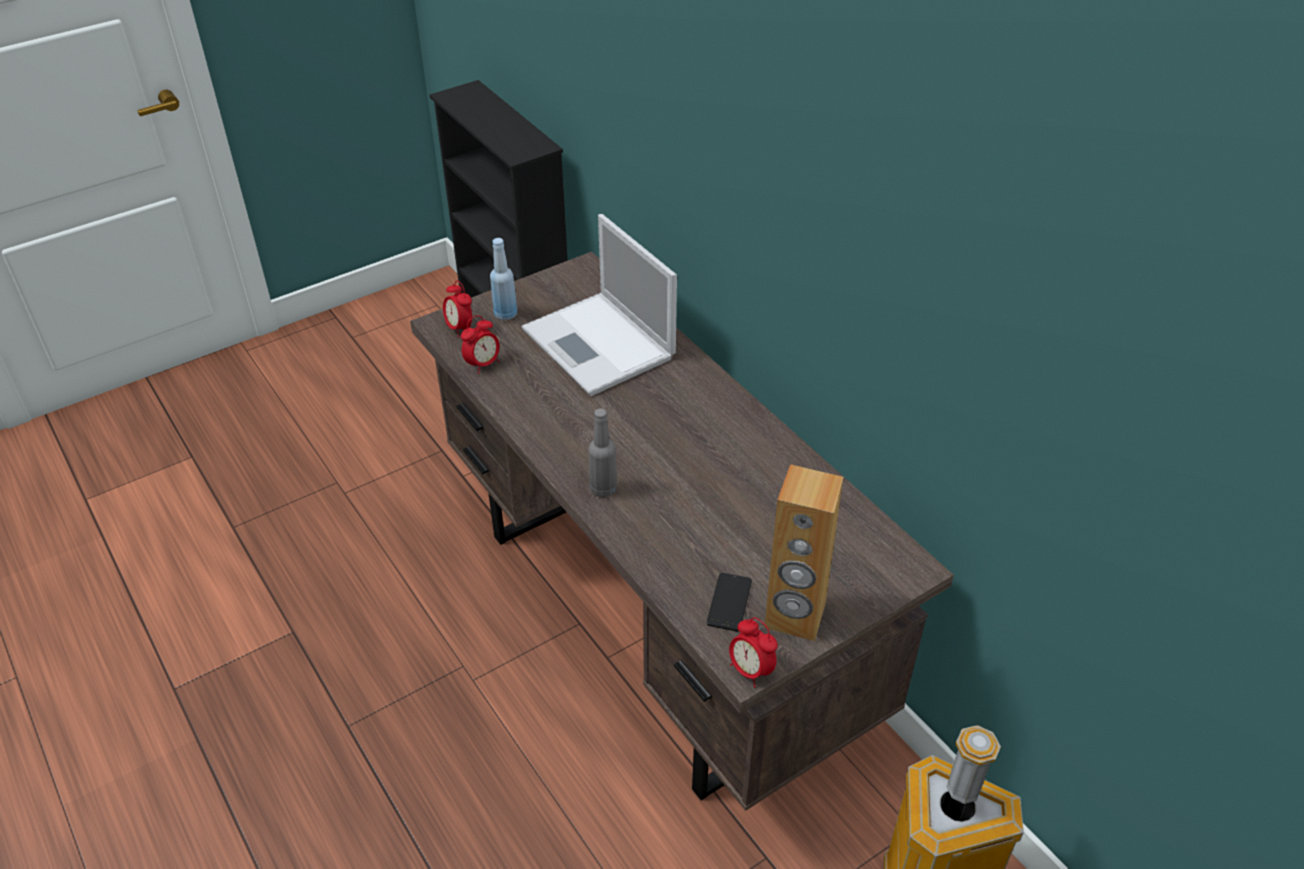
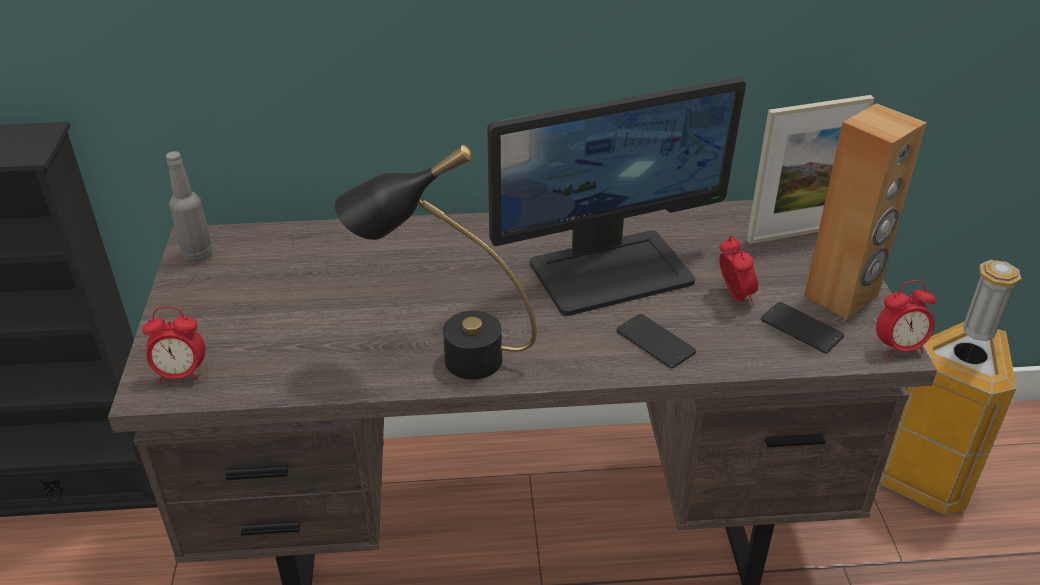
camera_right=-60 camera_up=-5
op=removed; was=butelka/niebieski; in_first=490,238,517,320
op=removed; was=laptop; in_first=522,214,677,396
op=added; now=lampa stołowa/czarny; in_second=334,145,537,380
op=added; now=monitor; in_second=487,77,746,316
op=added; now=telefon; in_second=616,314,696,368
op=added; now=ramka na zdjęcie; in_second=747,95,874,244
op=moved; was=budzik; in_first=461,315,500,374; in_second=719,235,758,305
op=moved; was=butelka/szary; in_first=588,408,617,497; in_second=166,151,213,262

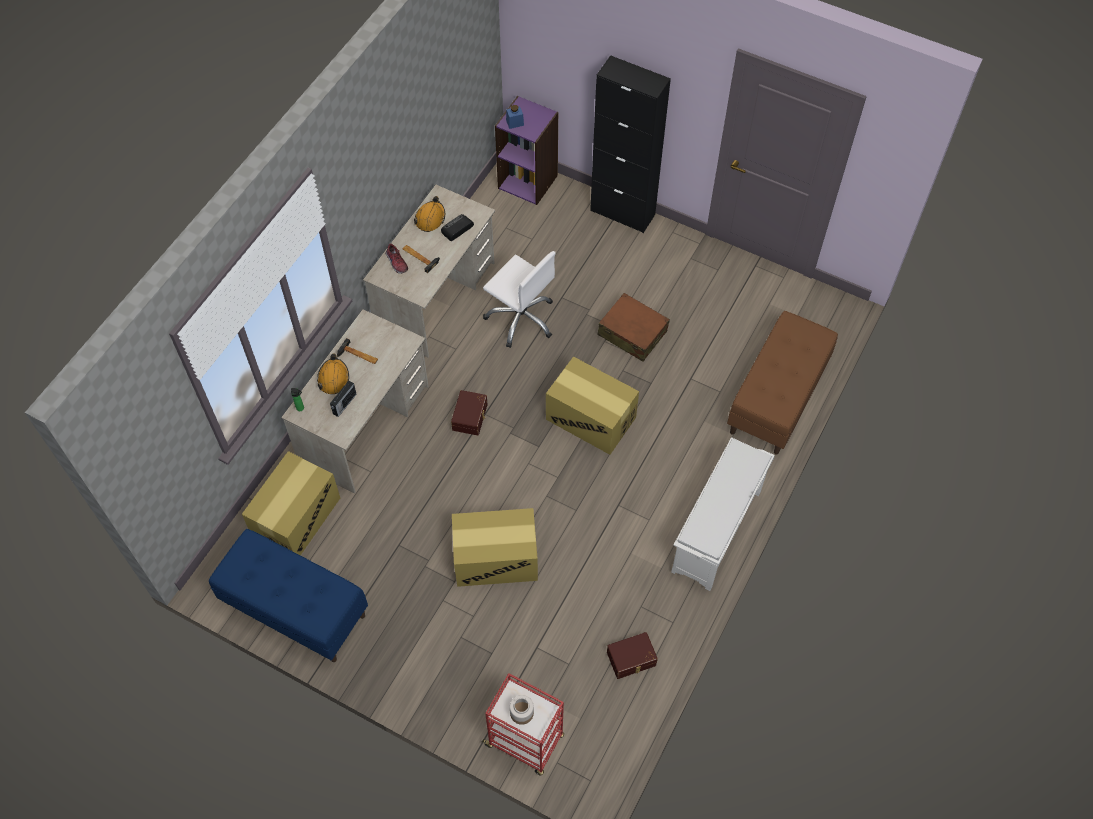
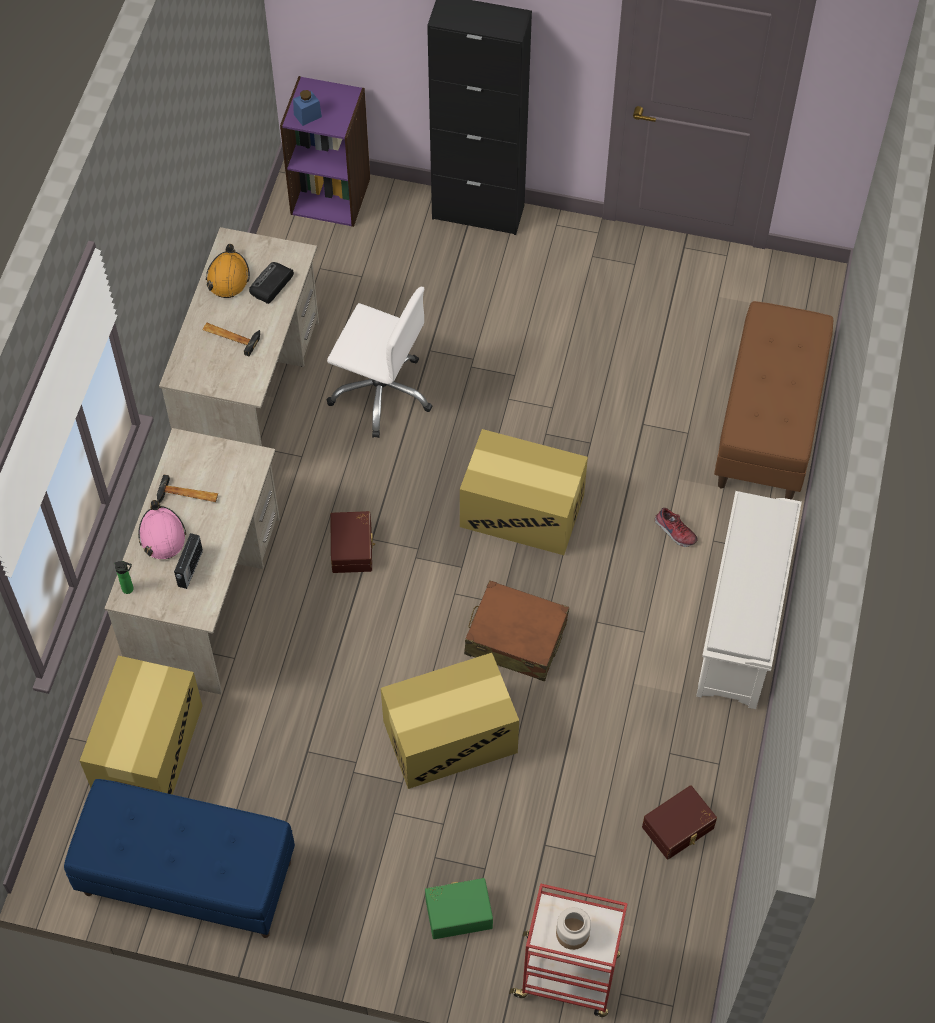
camera_right=-15 camera_up=0
op=added; now=pojemnik do przechowywania/zielony; in_second=425,878,493,939
op=moved; was=but; in_first=385,243,408,274; in_second=655,508,698,547
op=moved; was=walizka/brązowy; in_first=598,293,670,362; in_second=464,580,569,681
op=recoloured; was=kask/pomarańczowy; now=kask/różowy; in_first=317,353,349,394; in_second=138,500,186,559

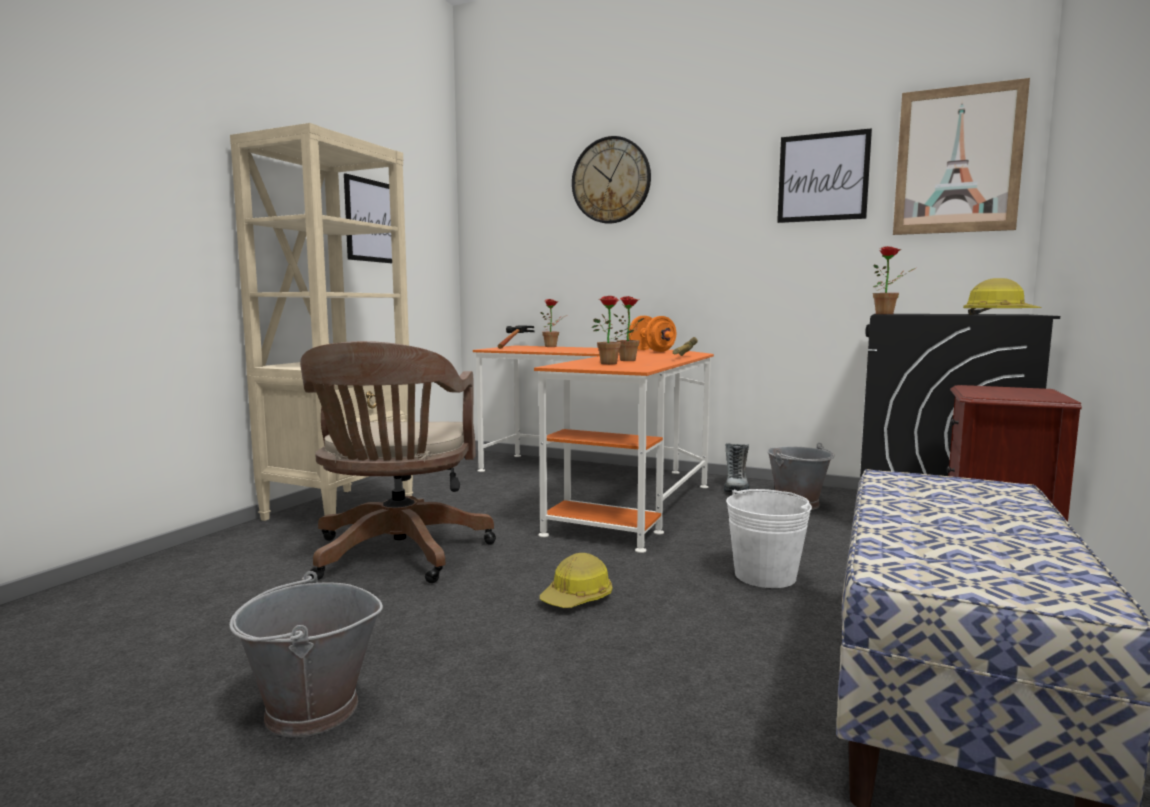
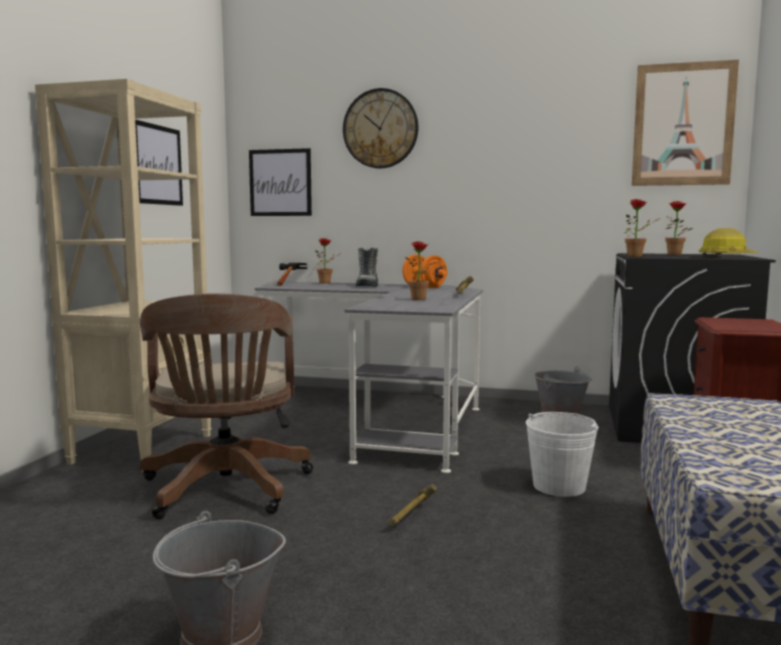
camera_right=-10 camera_up=0
op=moved; was=roślina doniczkowa; in_first=592,296,634,364; in_second=665,201,693,255
op=moved; was=but z cholewką; in_first=724,444,750,493; in_second=356,248,378,287
op=moved; was=obraz; in_first=777,128,872,223; in_second=249,148,312,216
op=replaced; was=kask; now=młotek; in_first=540,553,613,608; in_second=388,484,437,526
op=recoloured; was=biurko/pomarańczowy; now=biurko/szary; in_first=473,346,714,553; in_second=255,282,483,473

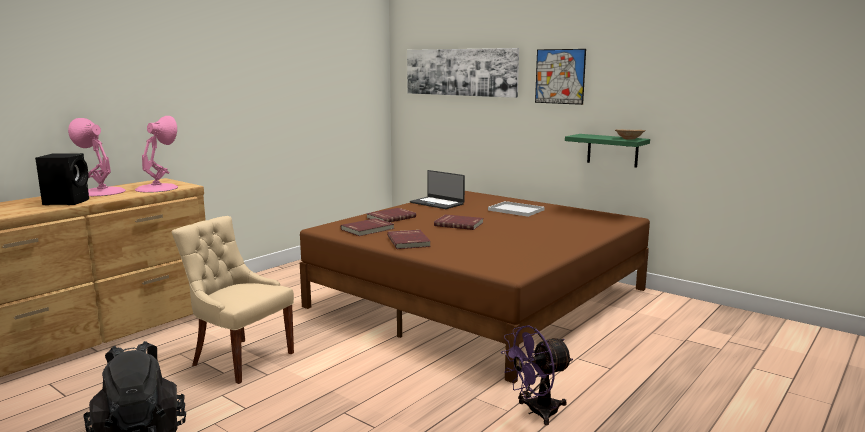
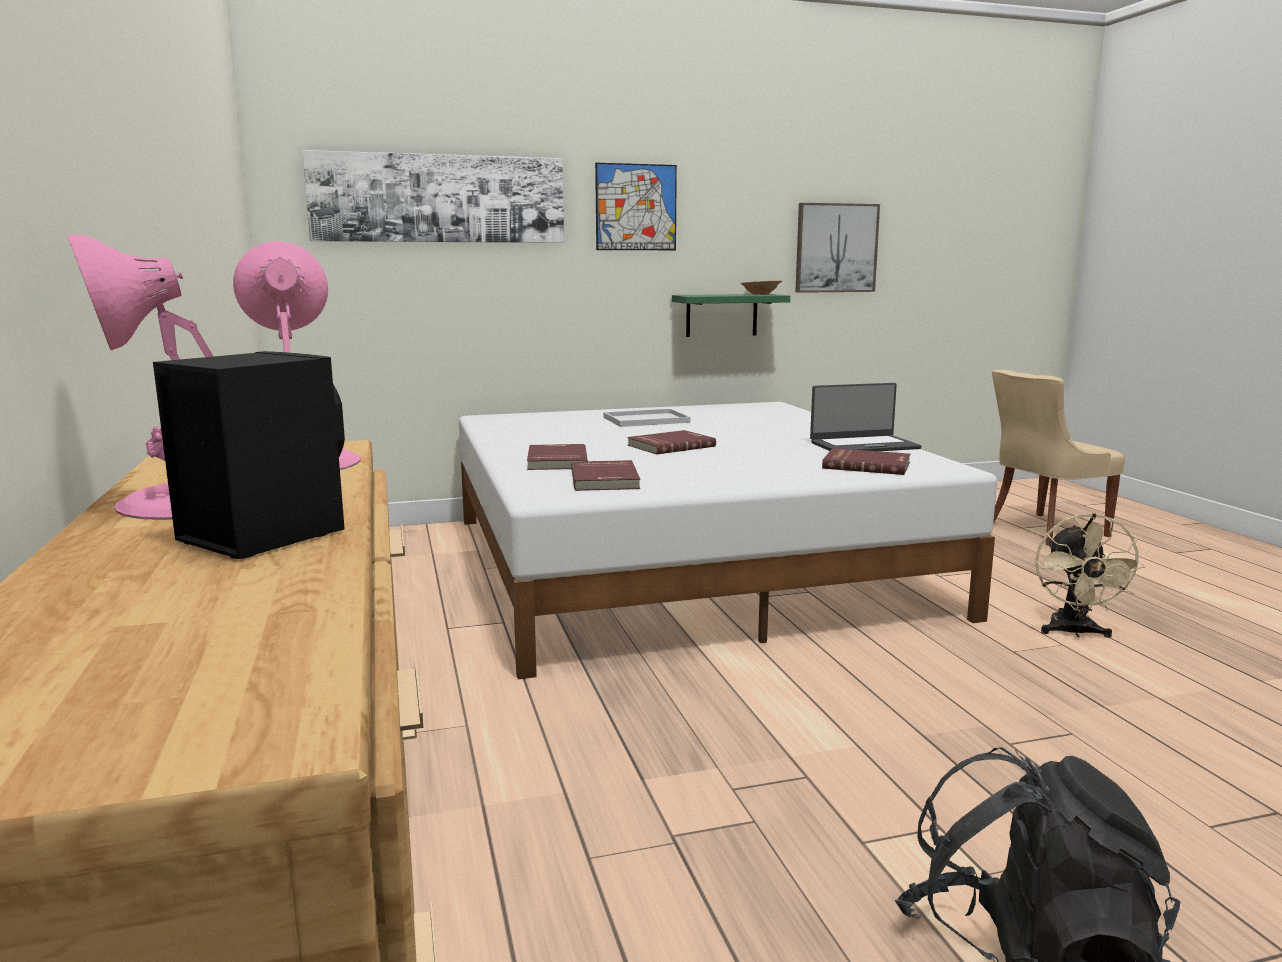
camera_right=-55 camera_up=0
op=added; now=obraz; in_second=795,203,880,293
op=moved; was=krzesło/beżowy; in_first=172,216,294,384; in_second=992,370,1125,545
op=moved; was=książka/czerwony; in_first=387,230,431,249; in_second=822,448,910,475
op=moved; was=laptop; in_first=410,170,465,209; in_second=810,383,921,451
op=recoloured; was=łóżko/brązowy; now=łóżko/biały; in_first=300,191,650,383; in_second=459,402,997,679
op=recoloured; was=wentylator/fioletowy; now=wentylator/beżowy; in_first=501,325,573,425; in_second=1036,513,1146,638

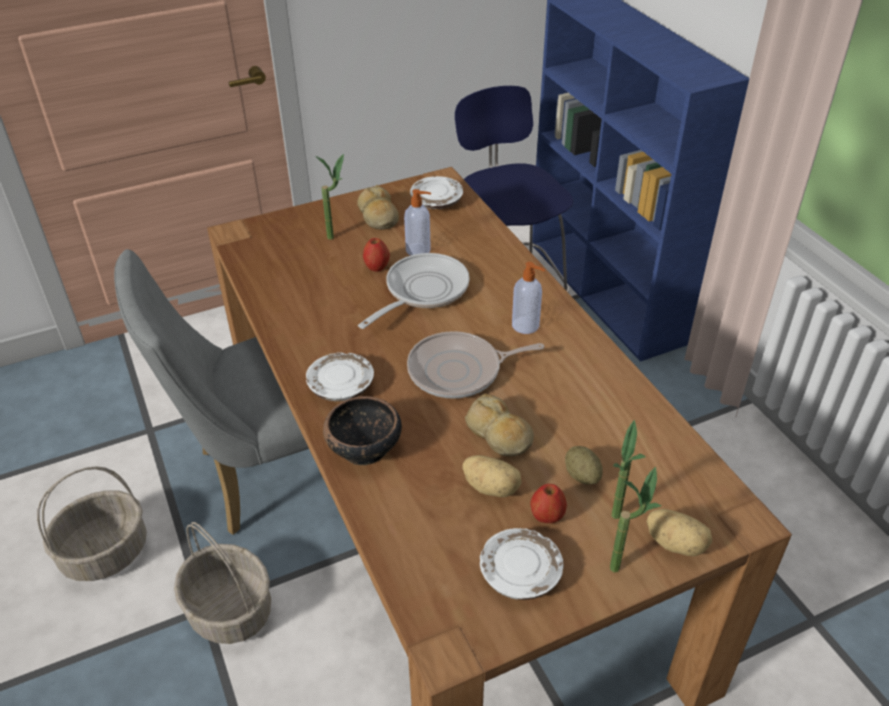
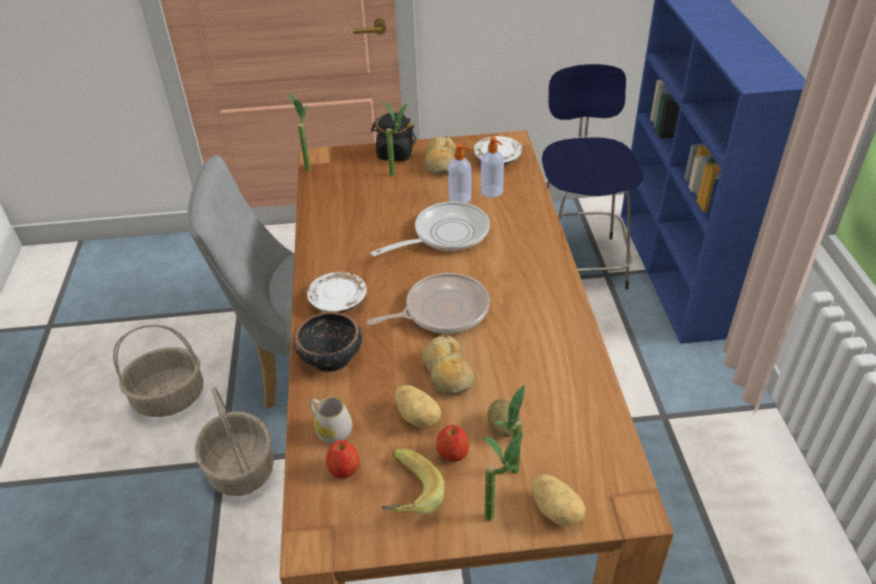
camera_right=20 camera_up=0
op=added; now=roślina doniczkowa; in_second=288,93,311,171
op=added; now=kubek/biały; in_second=310,397,352,443
op=added; now=słoik/czarny; in_second=371,113,416,161
op=moved; was=jabłko; in_first=363,238,390,271; in_second=326,440,360,479
op=moved; was=dozownik mydła; in_first=512,262,545,334; in_second=481,137,504,198
op=replaced; was=talerz/biały; now=banan; in_first=480,528,564,600; in_second=381,449,445,514
op=turned; was=patelnia; in_first=407,331,544,399; in_second=367,273,490,334; clockwise=150

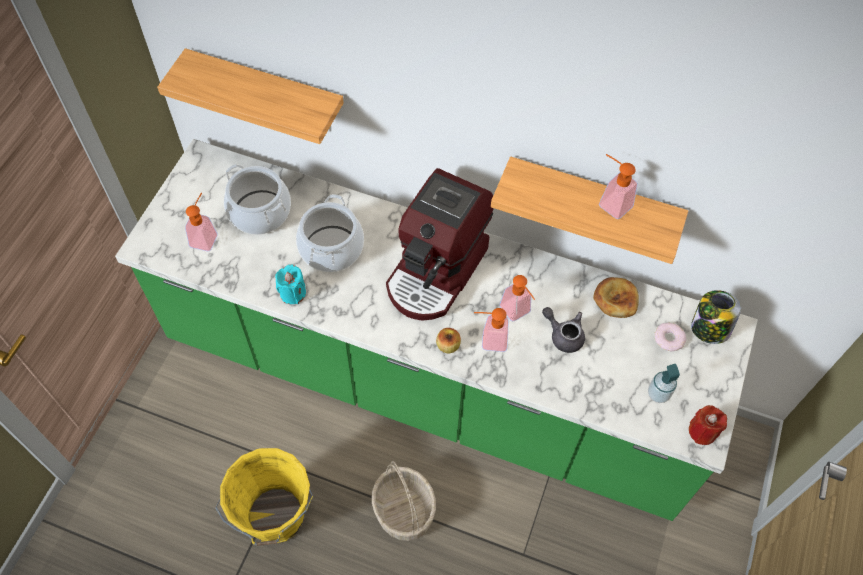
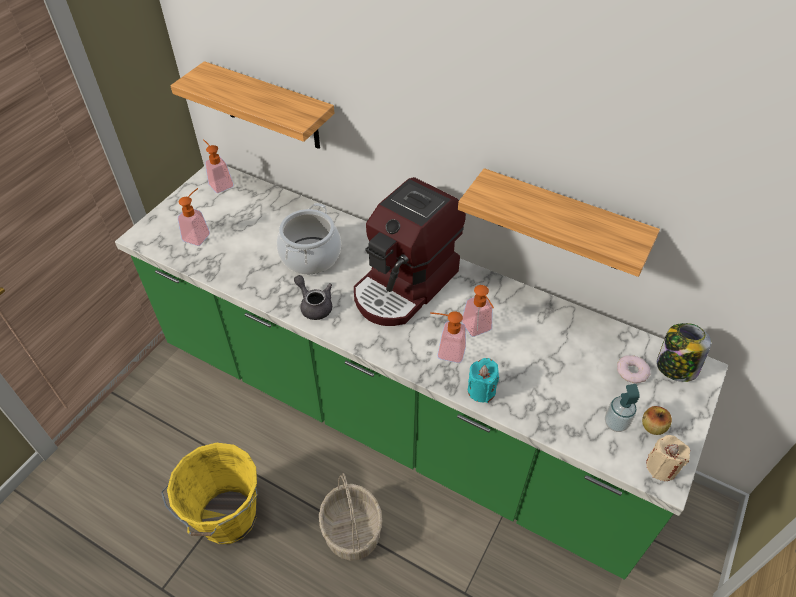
camera_right=10 camera_up=-10
op=removed; was=garnek; in_first=224,164,291,235
op=removed; was=chleb; in_first=593,277,639,318
op=moved; was=świeca/turkusowy; in_first=275,264,306,304; in_second=468,358,499,403
op=moved; was=jabłko; in_first=436,328,461,353; in_second=642,406,672,435
op=moved; was=imbryk/szary; in_first=542,307,585,353; in_second=294,275,332,320
op=moved; was=dozownik mydła; in_first=599,154,638,219; in_second=203,139,234,193
op=recoloured; was=świeca/czerwony; now=świeca/beżowy; in_first=689,405,727,445; in_second=646,435,690,481

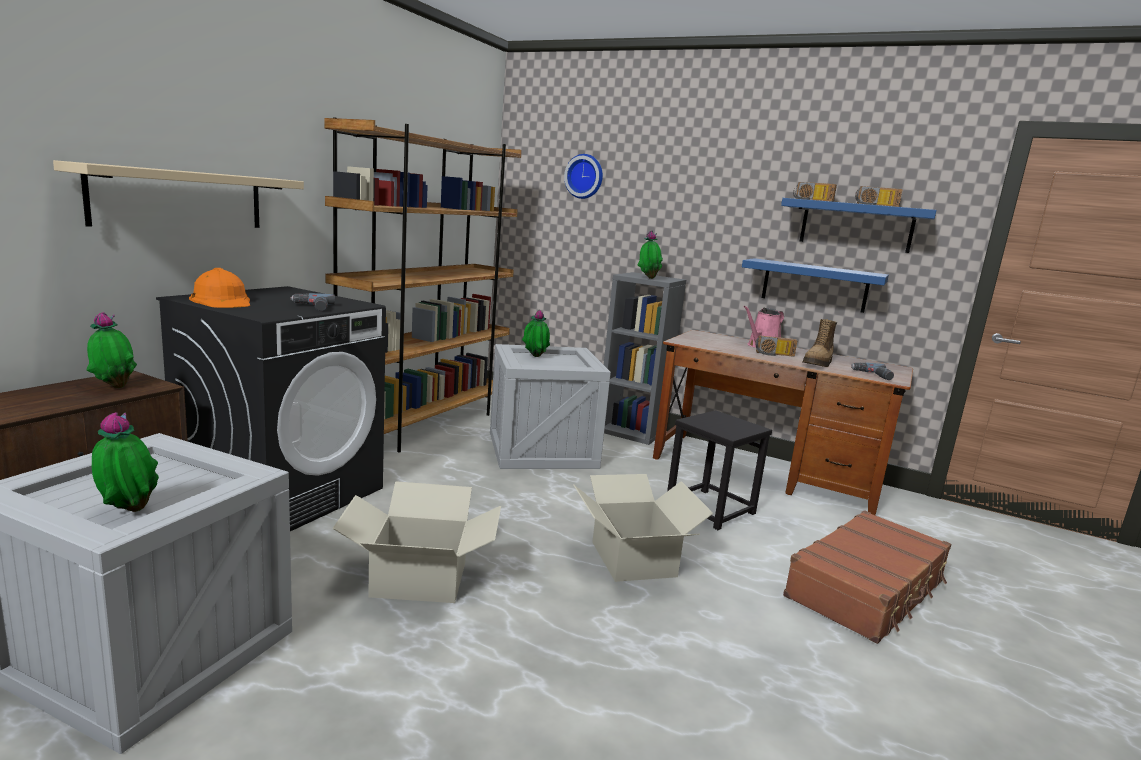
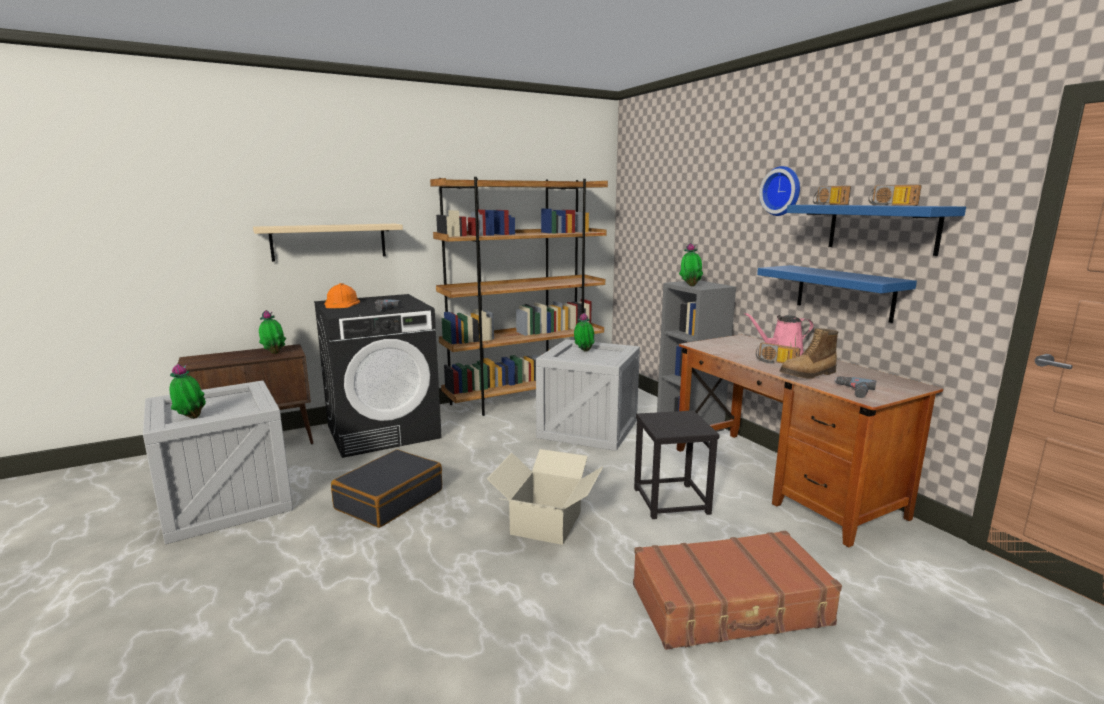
camera_right=35 camera_up=0
op=moved; was=zegar ścienny; in_first=564,154,603,199; in_second=759,166,800,216
op=replaced; was=karton; now=walizka/czarny; in_first=332,481,501,603; in_second=331,449,442,528

